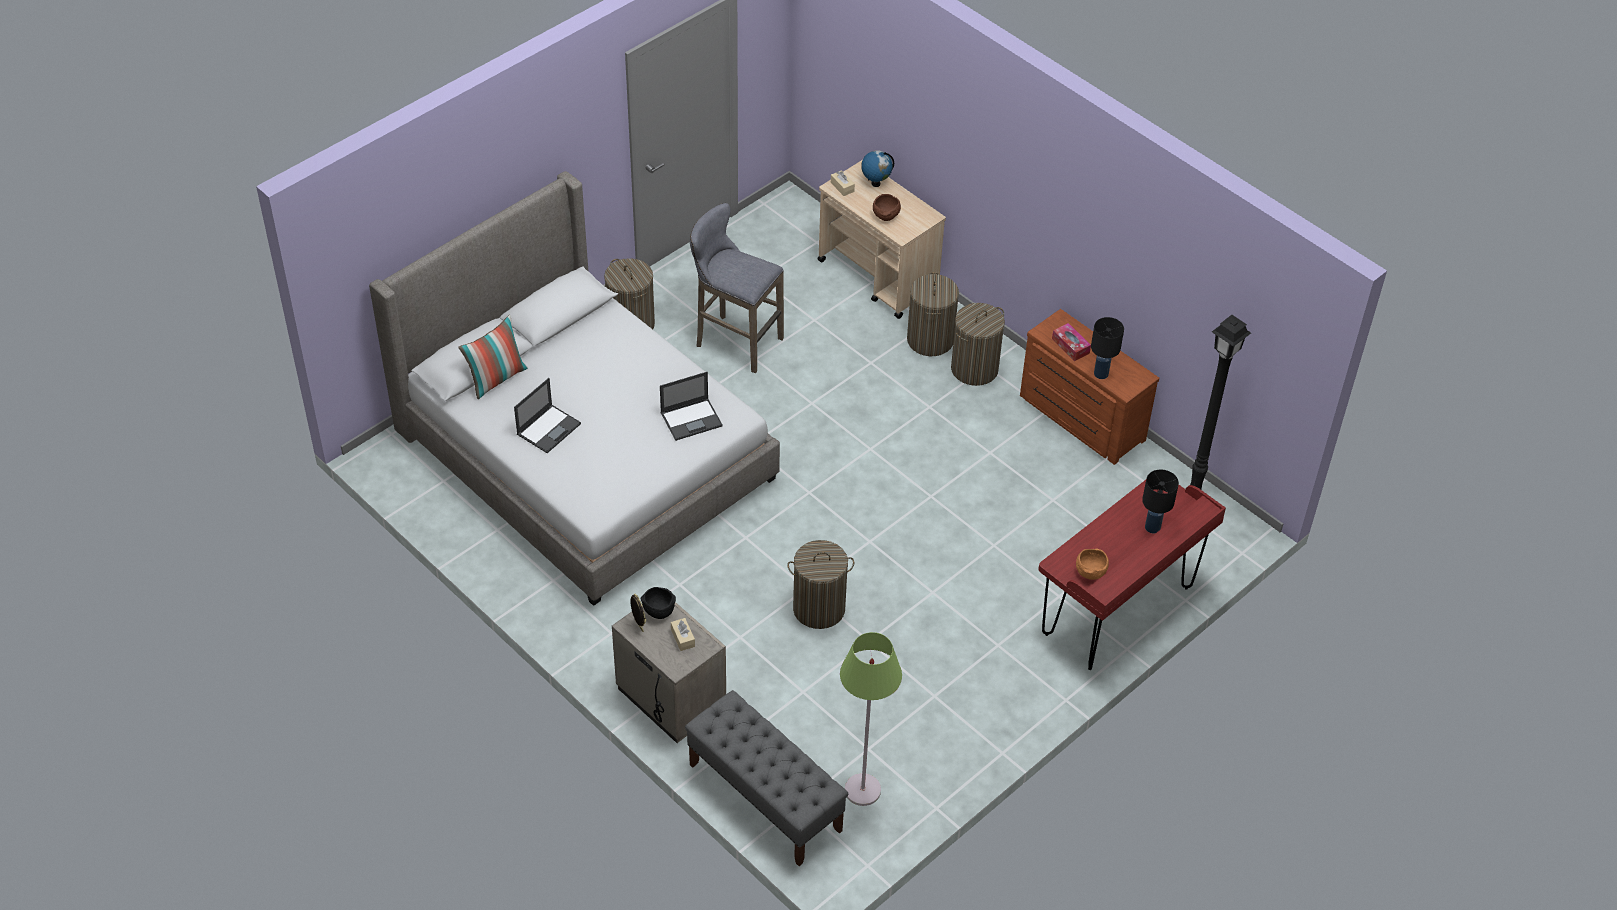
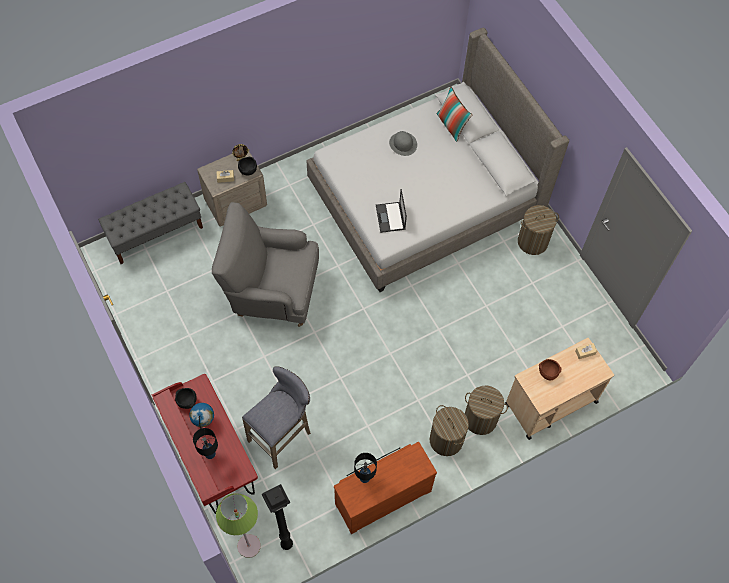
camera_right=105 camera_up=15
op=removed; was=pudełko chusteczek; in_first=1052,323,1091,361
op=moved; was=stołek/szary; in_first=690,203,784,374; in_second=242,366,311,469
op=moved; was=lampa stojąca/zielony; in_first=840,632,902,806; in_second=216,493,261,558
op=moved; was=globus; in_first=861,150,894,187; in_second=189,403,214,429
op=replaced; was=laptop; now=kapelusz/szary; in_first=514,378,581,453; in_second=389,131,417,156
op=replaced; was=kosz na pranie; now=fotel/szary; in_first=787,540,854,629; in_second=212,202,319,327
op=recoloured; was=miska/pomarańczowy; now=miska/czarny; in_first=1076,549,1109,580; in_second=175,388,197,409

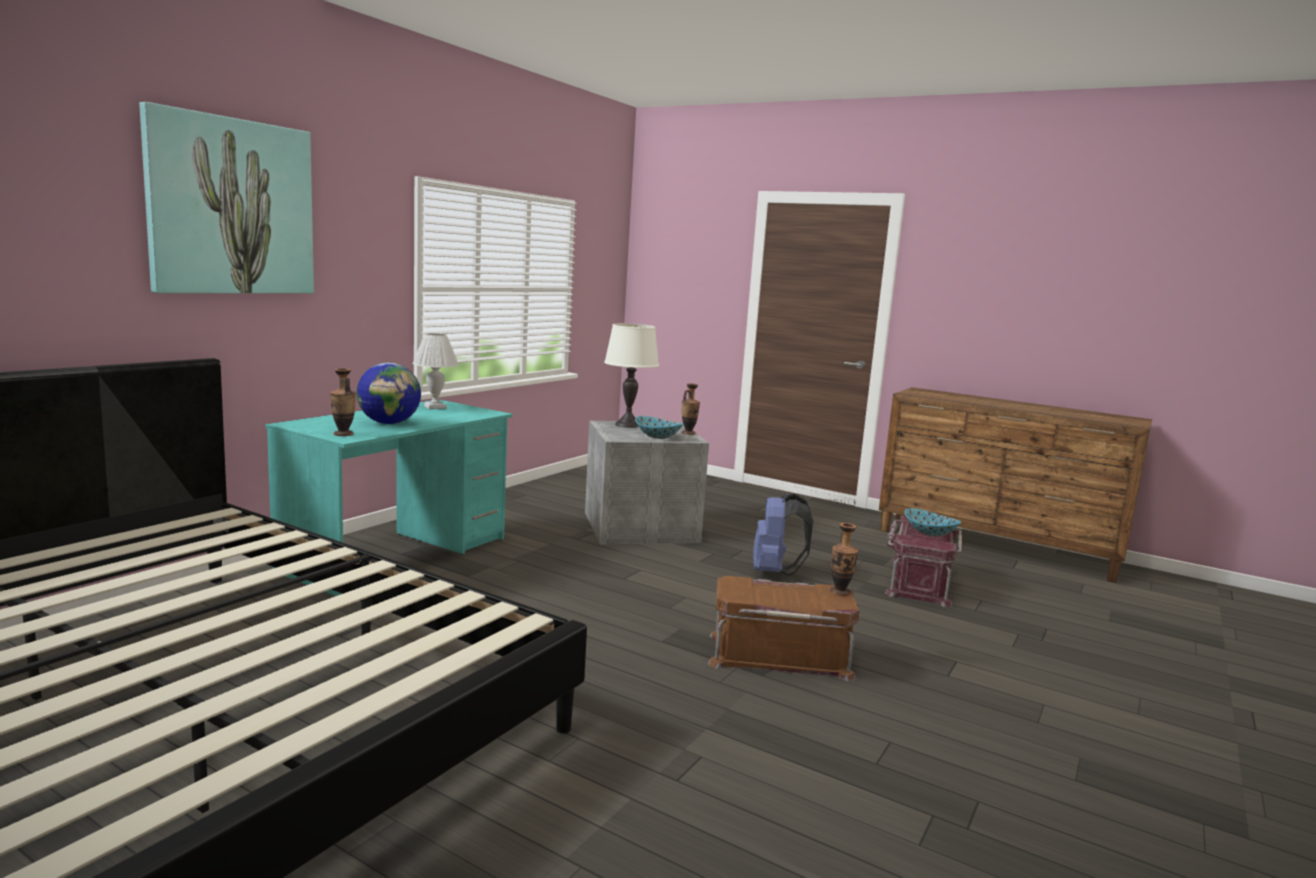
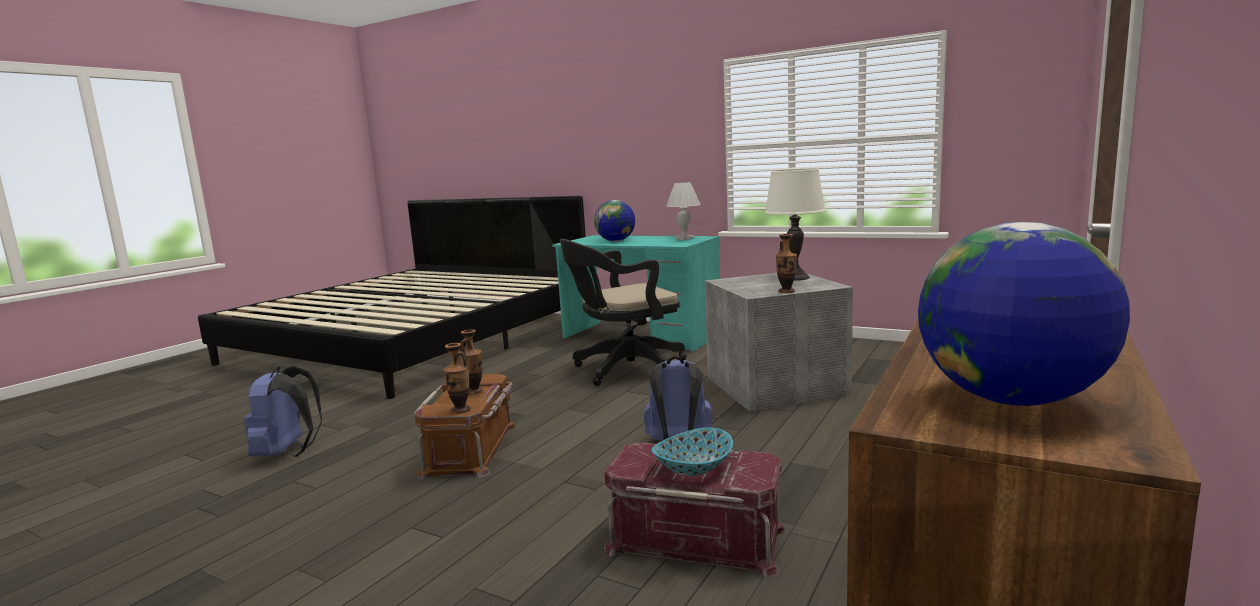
camera_right=90 camera_up=0
op=removed; was=obraz; in_first=139,102,314,293
op=removed; was=miska; in_first=635,416,684,439
op=added; now=plecak/niebieski; in_second=244,366,322,457
op=added; now=krzesło biurowe/czarny; in_second=560,239,687,386
op=added; now=globus; in_second=918,222,1130,406
op=moved; was=wazon; in_first=330,368,356,436; in_second=459,329,483,394

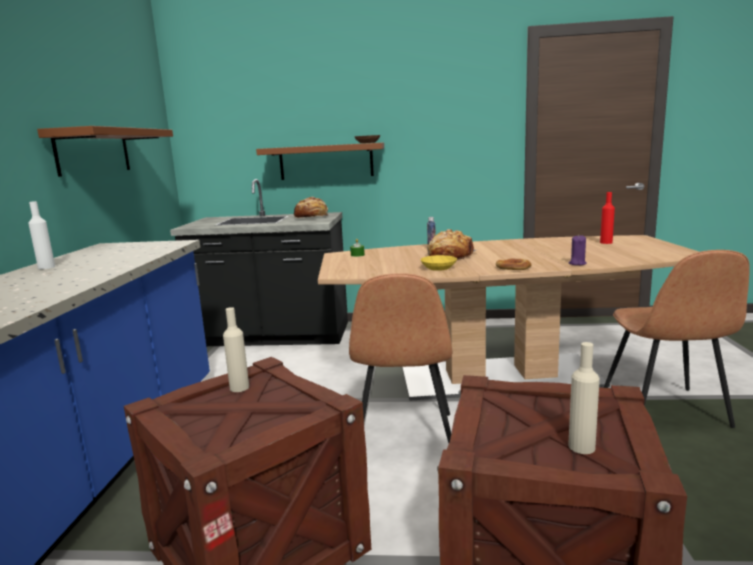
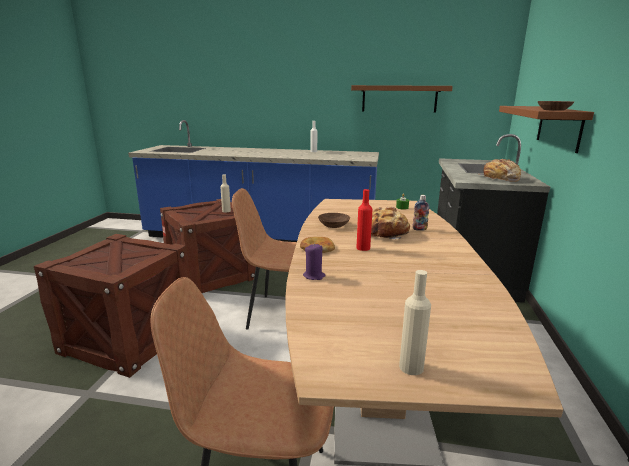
camera_right=95 camera_up=5
op=moved; was=butelka/beżowy; in_first=568,342,600,454; in_second=399,270,431,375
op=moved; was=butelka/czerwony; in_first=600,192,615,244; in_second=356,189,372,251
op=recoloured; was=miska/żółty; now=miska/brązowy; in_first=420,255,457,271; in_second=318,213,350,228

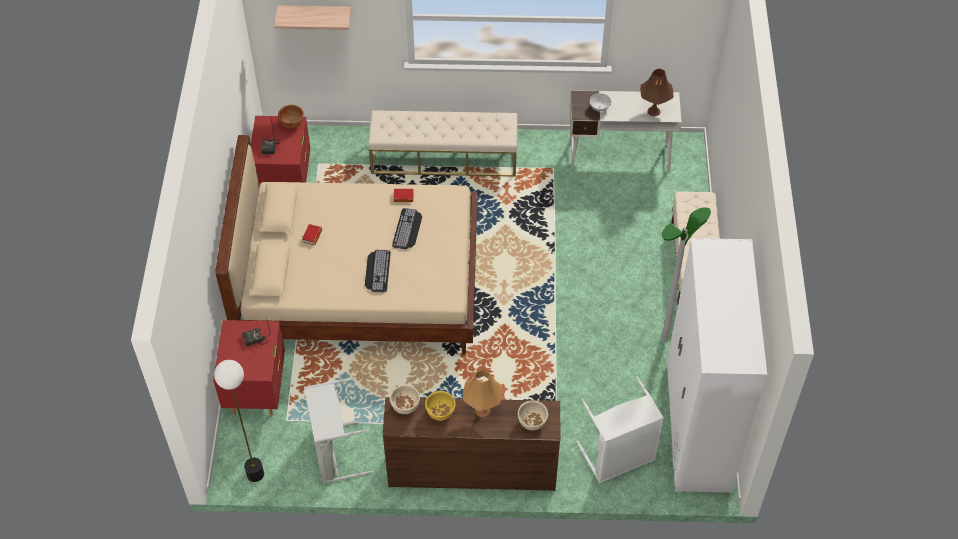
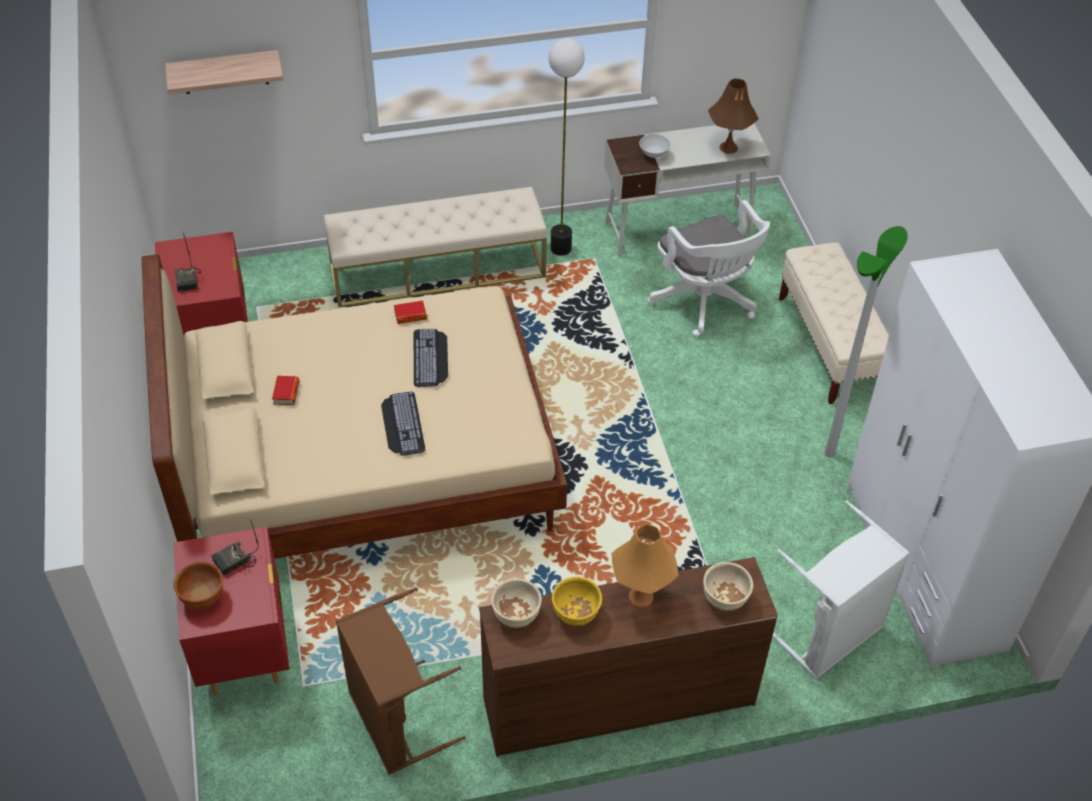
camera_right=-15 camera_up=-5
op=added; now=krzesło biurowe/biały; in_second=648,200,770,337
op=moved; was=lampa stojąca; in_first=214,360,264,482; in_second=549,38,585,256
op=moved; was=miska/brązowy; in_first=278,105,304,129; in_second=173,562,223,609
op=recoloured; was=kosz na pranie/szary; now=kosz na pranie/brązowy; in_first=304,377,374,484; in_second=336,588,466,775

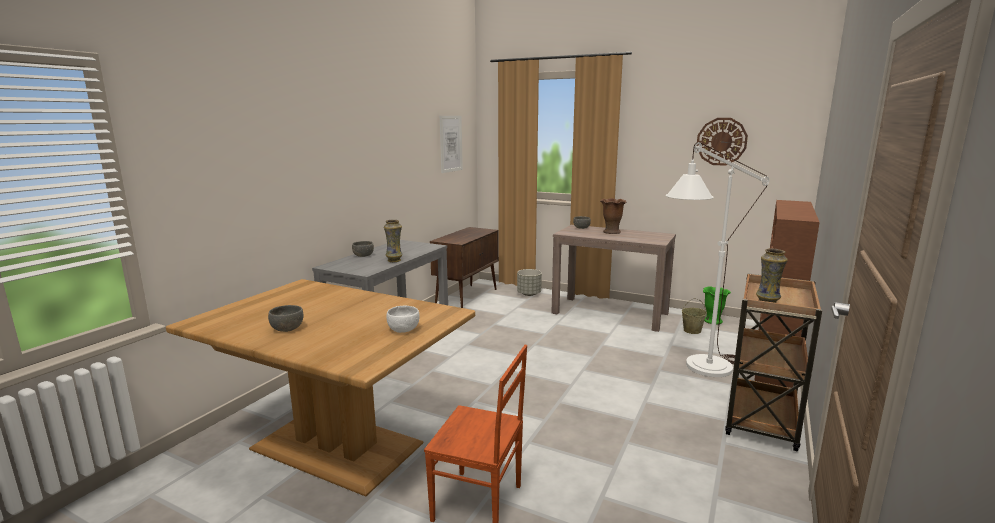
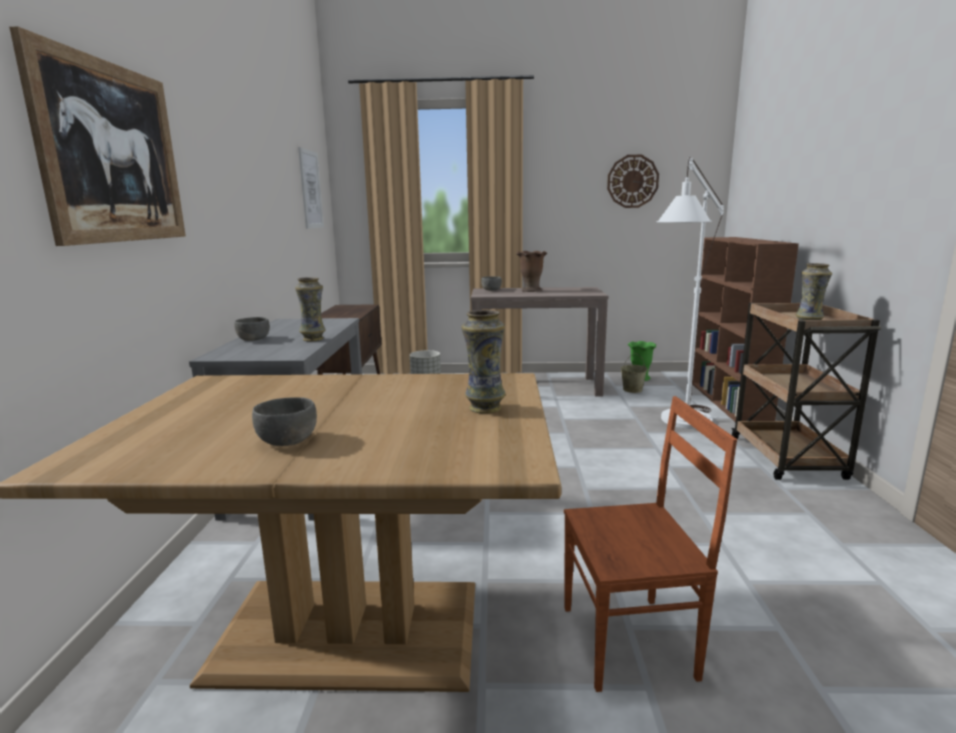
camera_right=-25 camera_up=0
op=added; now=obraz; in_second=9,26,186,246
op=replaced; was=miska/biały; now=wazon; in_first=387,306,420,333; in_second=461,310,506,413

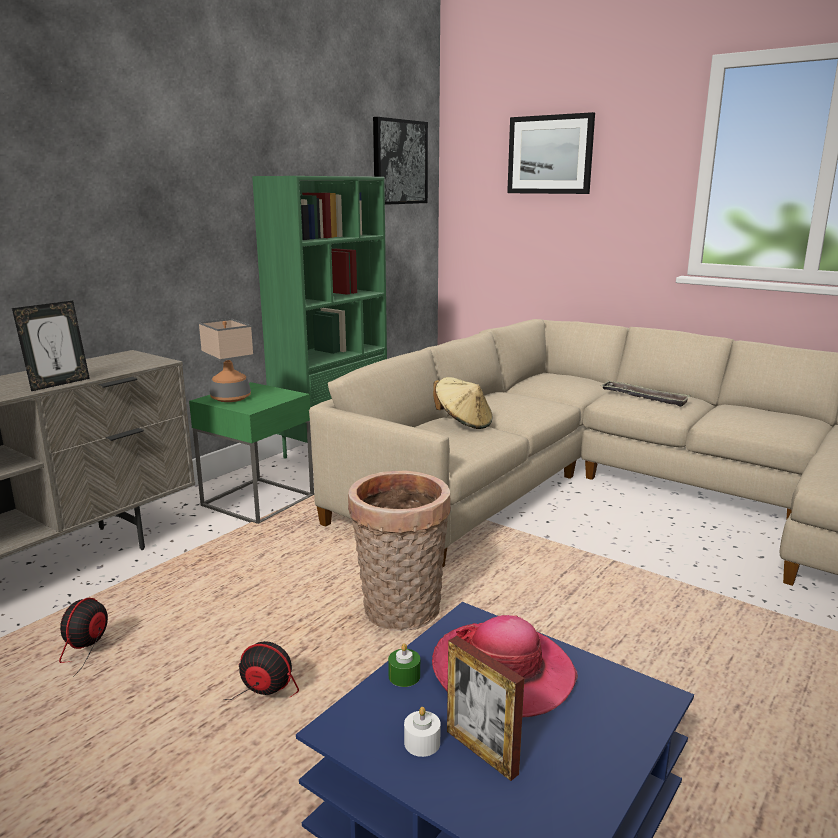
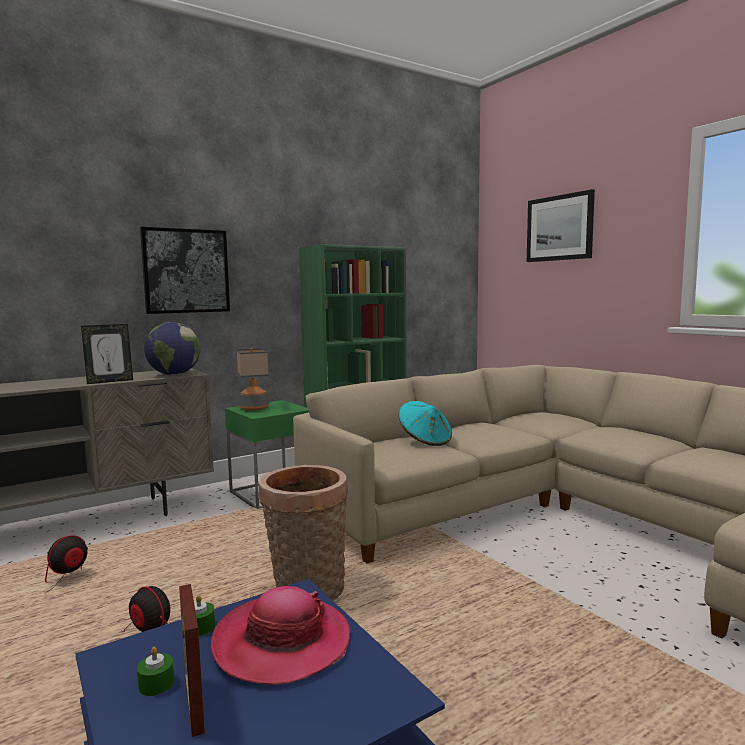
camera_right=20 camera_up=-10
op=removed; was=taca; in_first=601,381,691,407
op=added; now=globus; in_second=144,322,200,375
op=moved; was=obraz; in_first=373,117,428,205; in_second=140,227,230,314
op=recoloured; was=świeca/biały; now=świeca/zielony; in_first=404,707,441,757; in_second=137,647,174,696
op=recoloured; was=kapelusz/beżowy; now=kapelusz/turkusowy; in_first=433,377,492,429; in_second=399,401,452,446

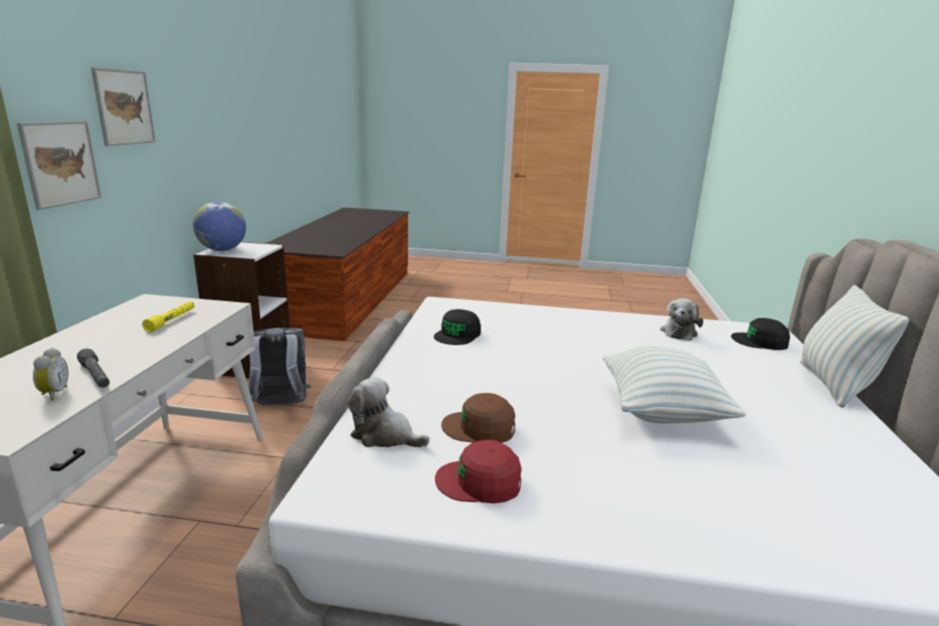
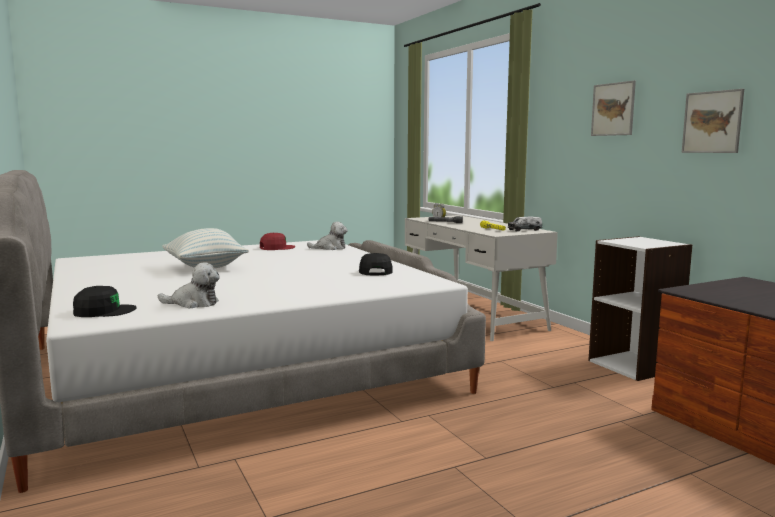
camera_right=145 camera_up=-10
op=removed; was=globus; in_first=193,202,246,251
op=removed; was=plecak/szary; in_first=248,328,311,405
op=removed; was=czapka z daszkiem/brązowy; in_first=441,393,515,443
op=removed; was=poduszka; in_first=799,285,909,408
op=added; now=ciężarówka zabawkowa; in_second=508,217,543,232
op=moved; was=obraz; in_first=17,121,101,210; in_second=682,89,744,153
op=turned; was=pluszak; in_first=660,298,703,341; in_second=158,262,220,309; clockwise=105

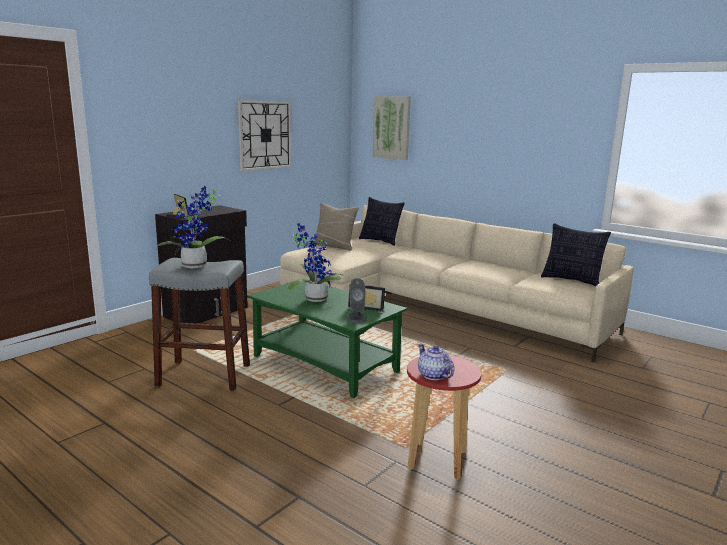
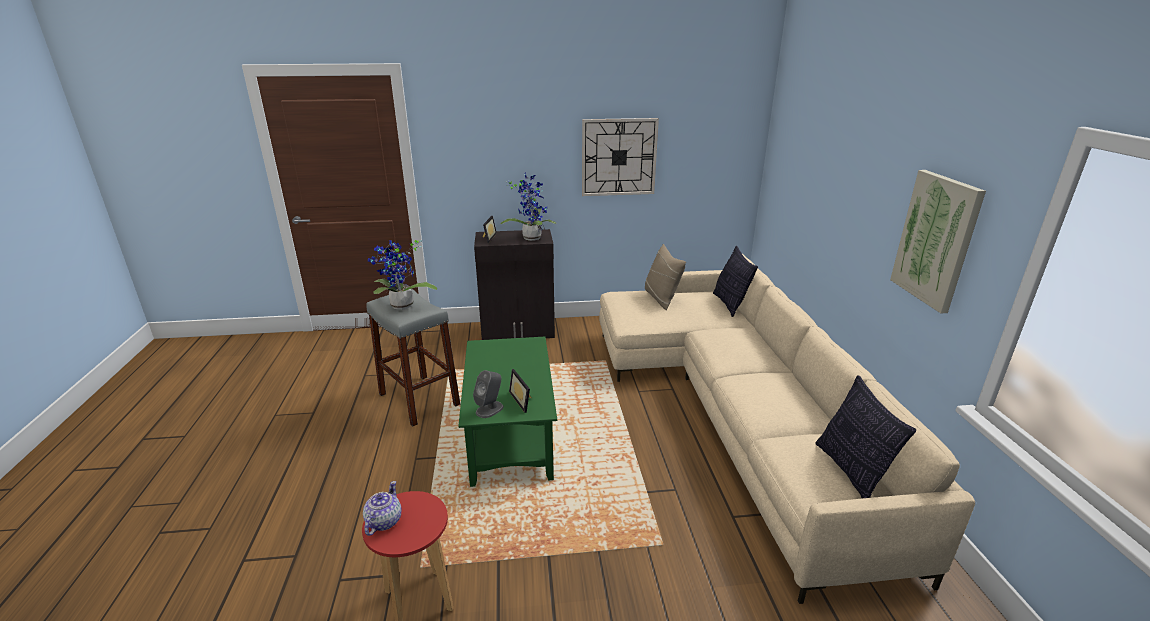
camera_right=45 camera_up=10
op=moved; was=roślina doniczkowa; in_first=287,223,344,302; in_second=500,174,557,241
op=moved; was=obraz; in_first=373,96,411,160; in_second=890,170,986,313

